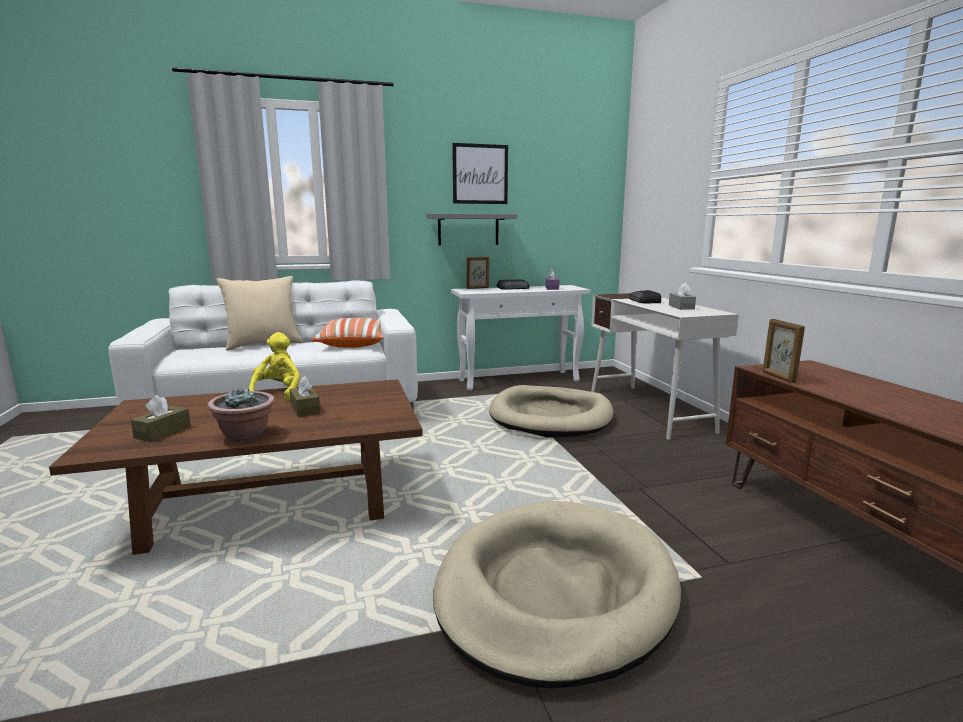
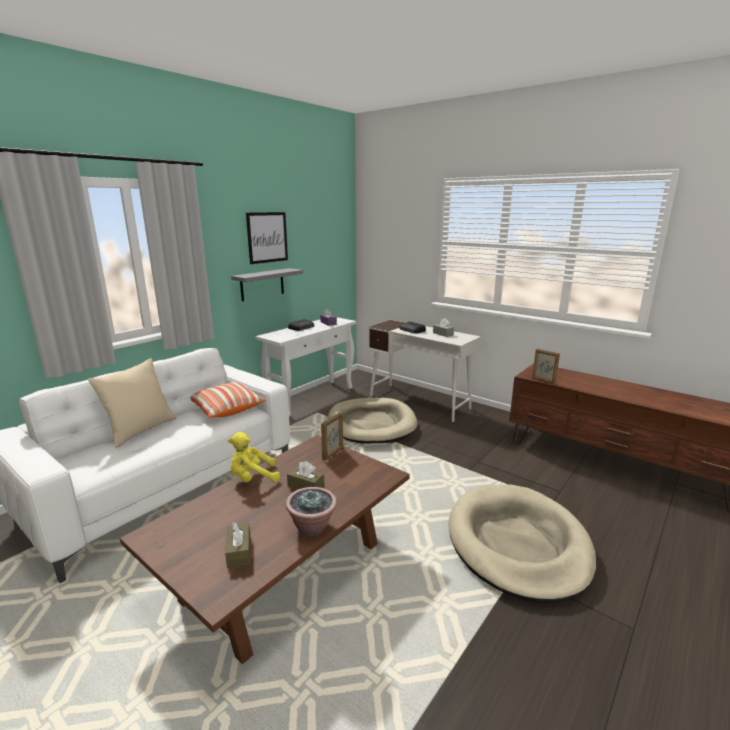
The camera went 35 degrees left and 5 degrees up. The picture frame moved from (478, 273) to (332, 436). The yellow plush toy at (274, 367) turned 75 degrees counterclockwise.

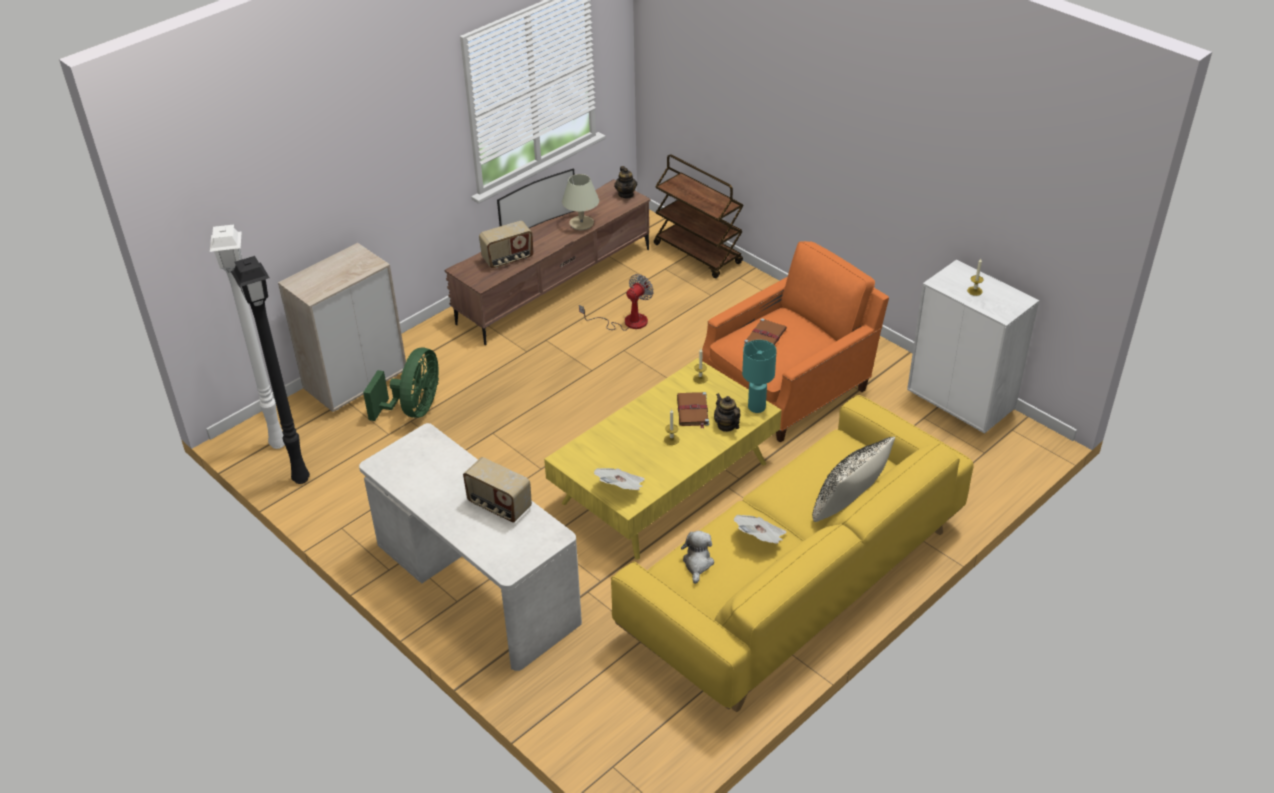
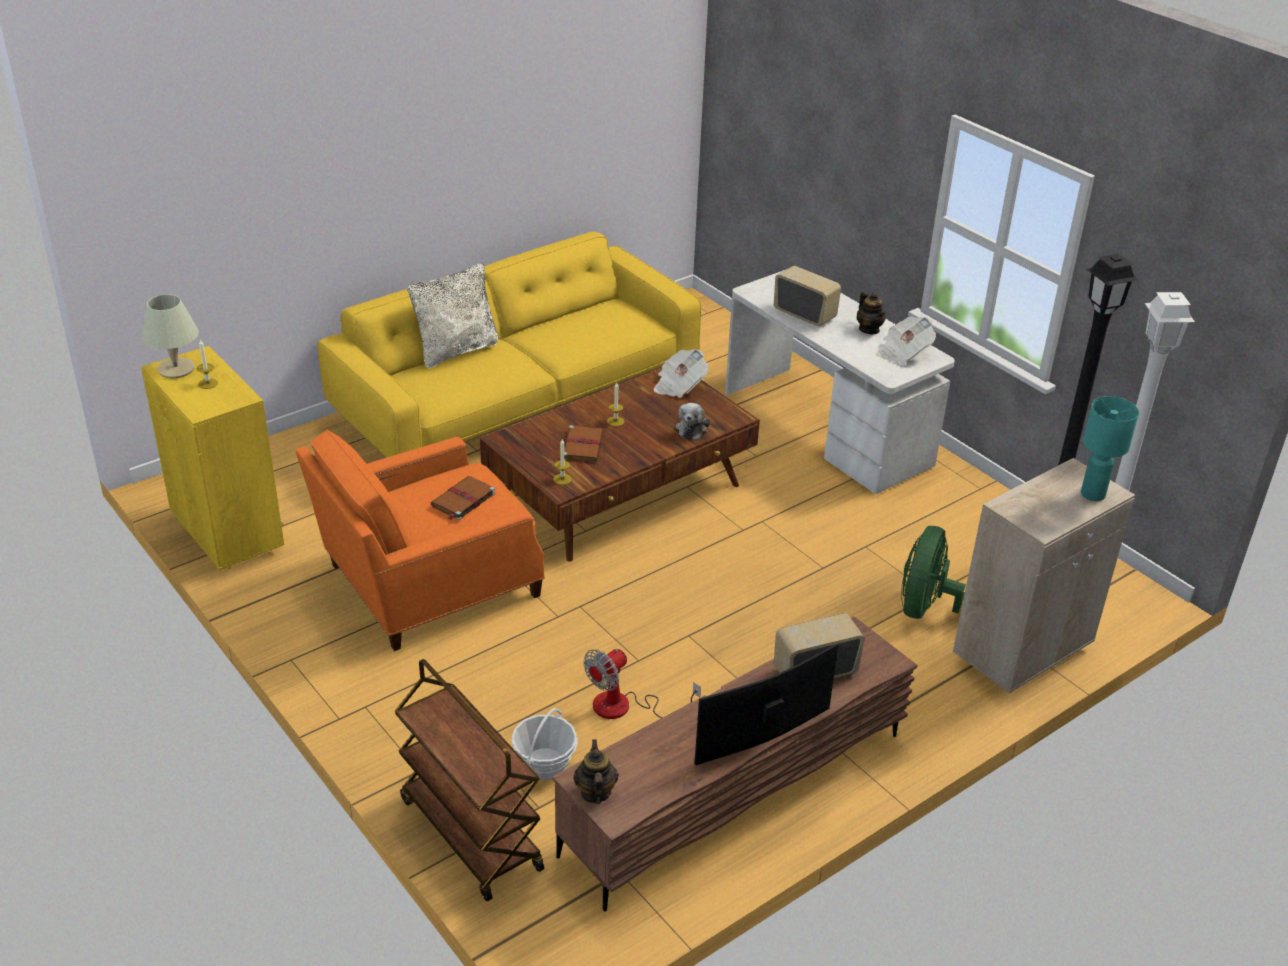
The camera went 175 degrees left and 5 degrees down. The beige table lamp moved from (580, 202) to (170, 336). The white cabinet at (973, 347) became the yellow cabinet at (212, 458). The turquoise table lamp moved from (759, 376) to (1110, 448). The yellow coffee table at (663, 459) became the brown coffee table at (620, 465). The teapot moved from (727, 412) to (871, 313). The newspaper moved from (760, 529) to (906, 340). The plush toy moved from (697, 557) to (693, 421). The basket at (544, 744) appeared.

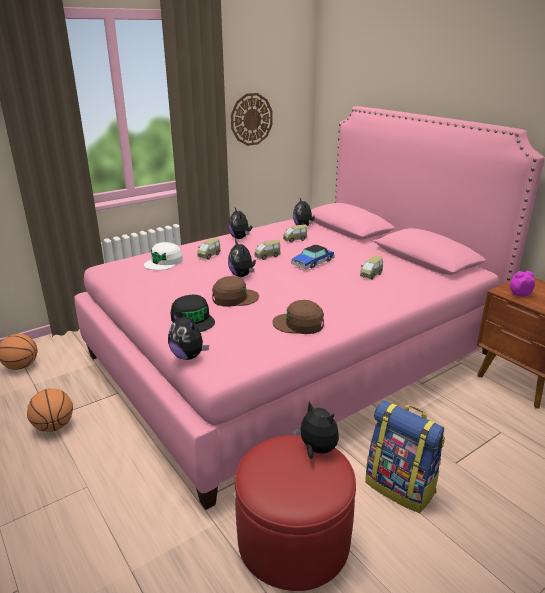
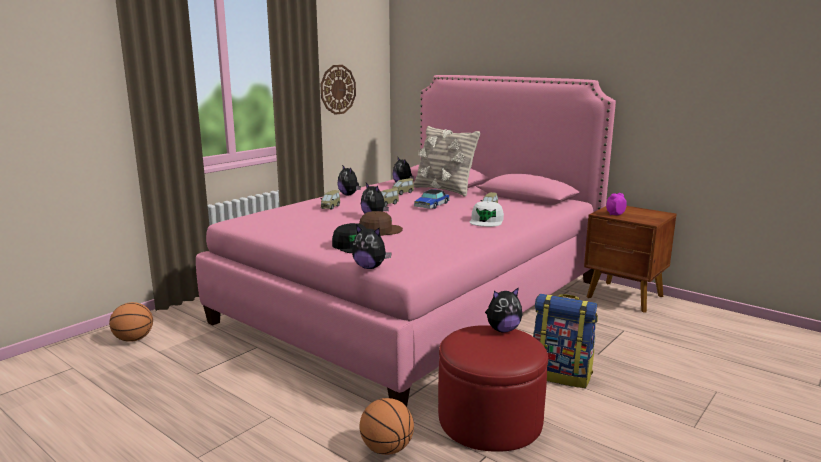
The camera went 15 degrees left and 10 degrees down. The white cap moved from (163, 256) to (487, 214). The brown cap at (298, 317) disappeared. The basketball moved from (50, 410) to (386, 426). The plush toy at (316, 430) turned 135 degrees clockwise. The beige pillow at (447, 161) appeared.

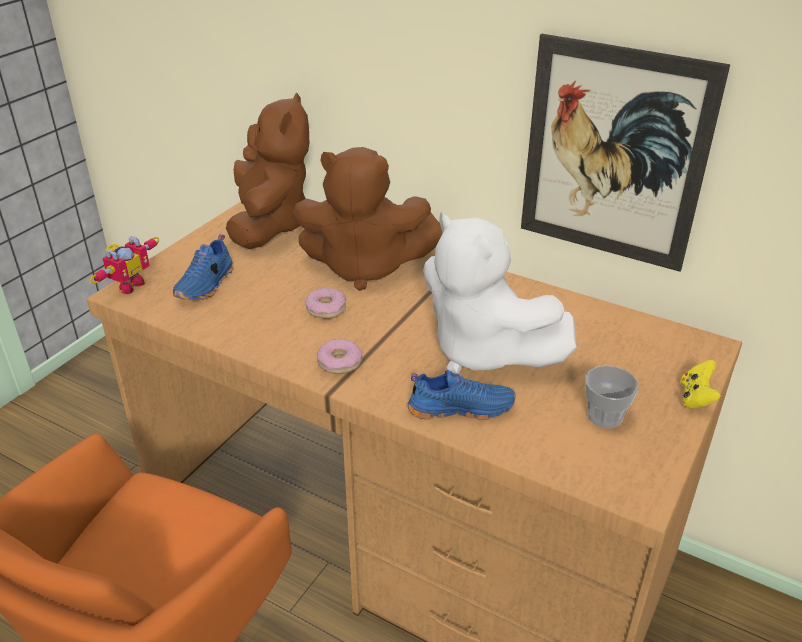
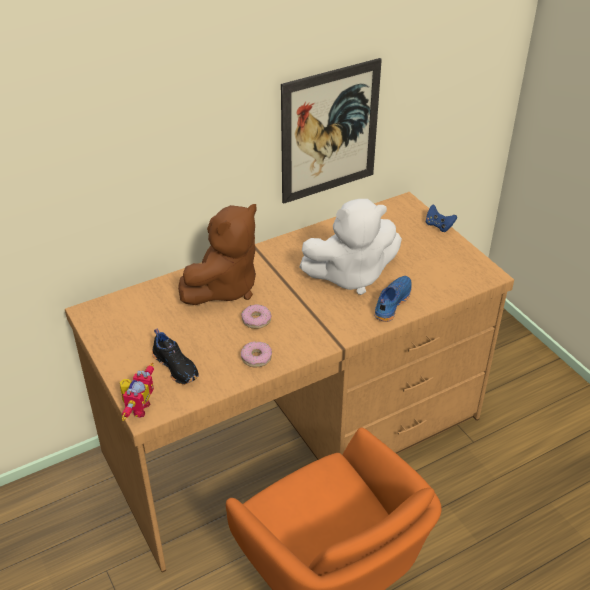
The camera went 60 degrees left and 5 degrees up. The brown plush toy at (267, 170) disappeared. The blue shoe at (203, 267) became the black shoe at (175, 356). The toy robot at (124, 265) turned 45 degrees clockwise. The donut moved from (340, 356) to (256, 355). The yellow game controller at (701, 384) became the blue game controller at (441, 218). The cup at (612, 397) disappeared.

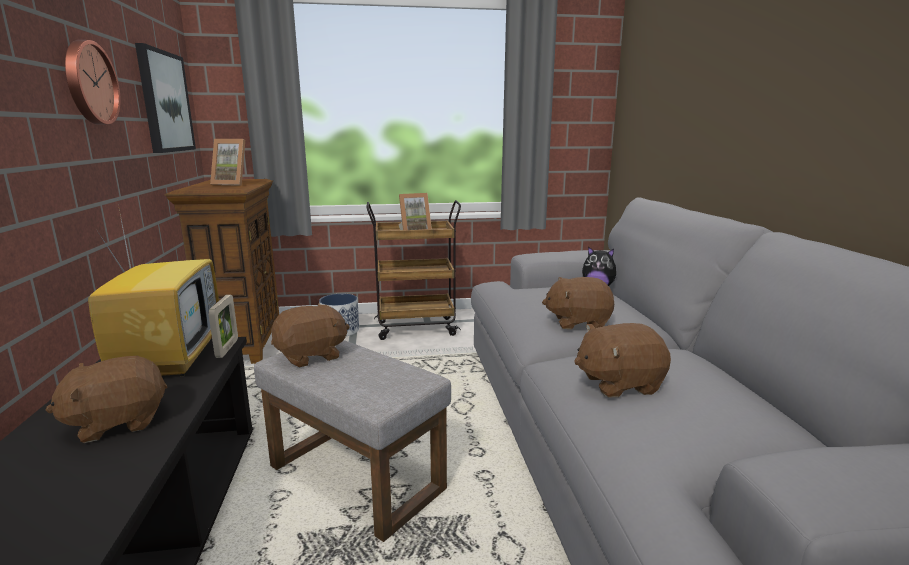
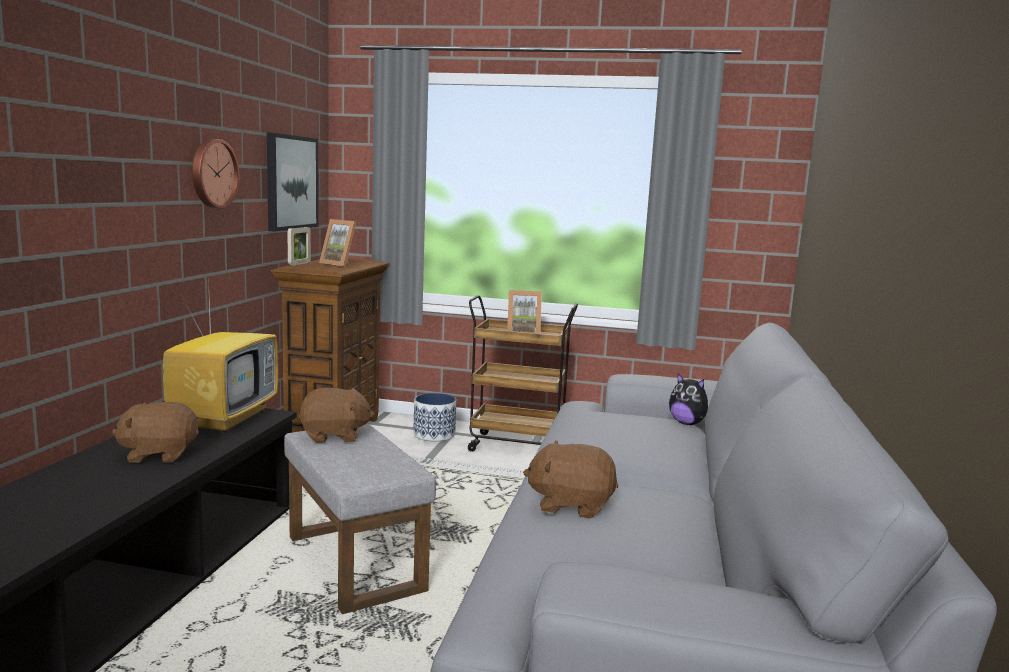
The camera went 20 degrees right and 5 degrees down. The brown plush toy at (578, 303) disappeared. The picture frame moved from (223, 326) to (299, 246).

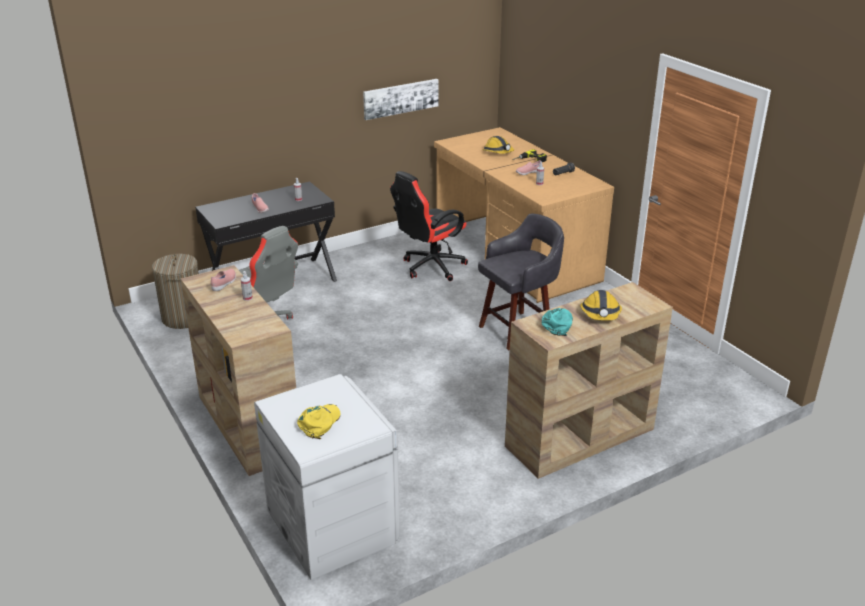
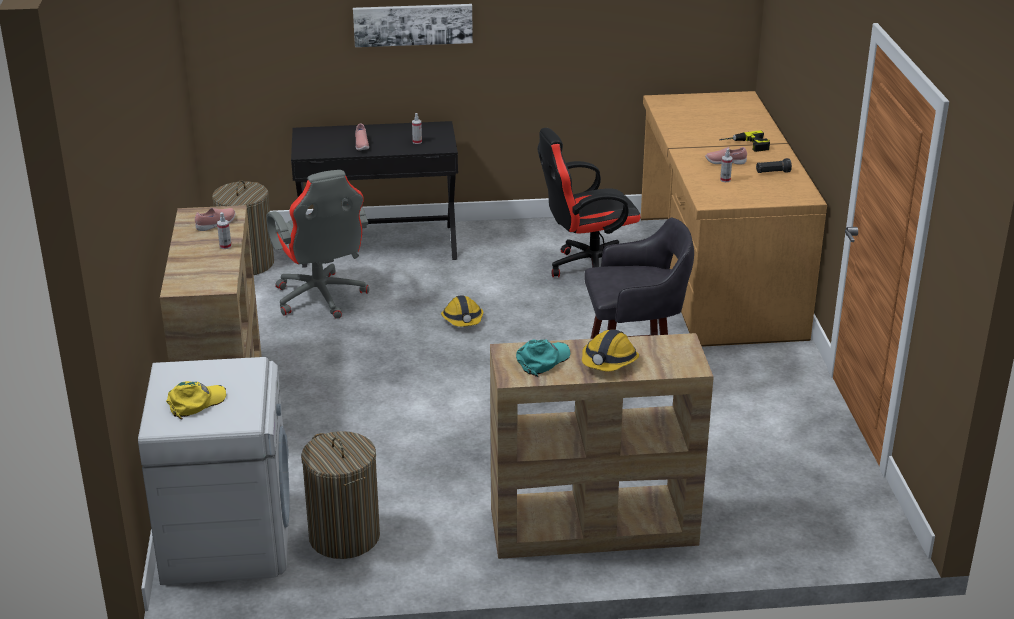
The camera went 25 degrees right and 0 degrees up. The picture moved from (401, 99) to (413, 25). The hard hat moved from (498, 145) to (462, 311). The laundry basket at (340, 495) appeared.

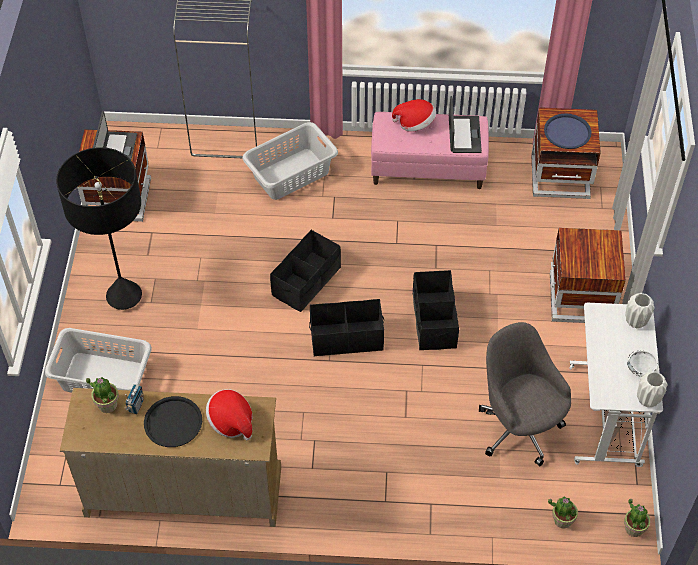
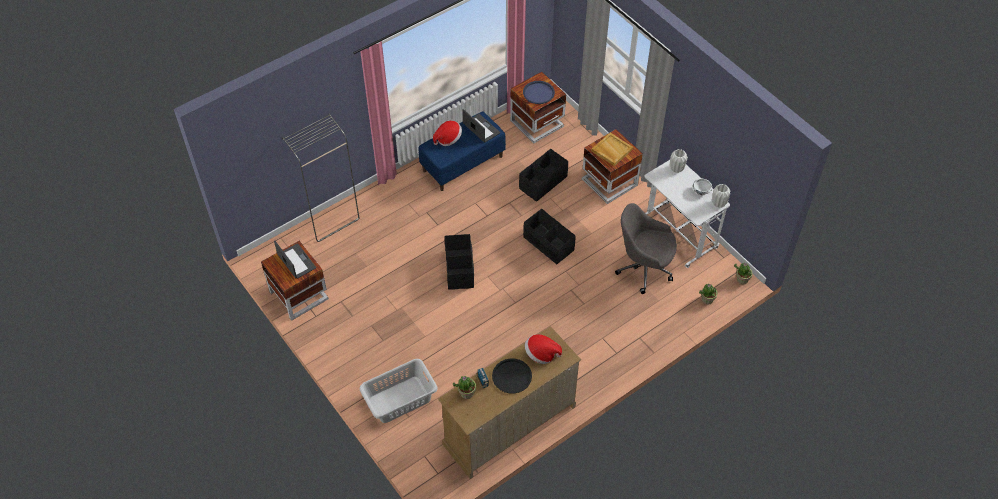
The camera went 40 degrees left and 0 degrees up. The pink bench at (430, 150) became the blue bench at (462, 151). The grey laundry basket at (290, 161) disappeared. The black floor lamp at (99, 228) disappeared. The black storage box moved from (346, 327) to (543, 175). The beige tray at (612, 149) appeared.

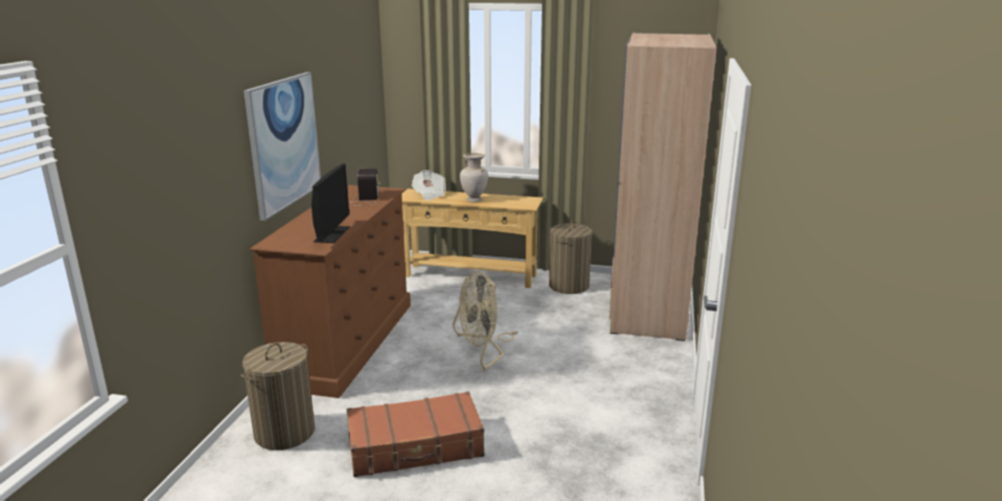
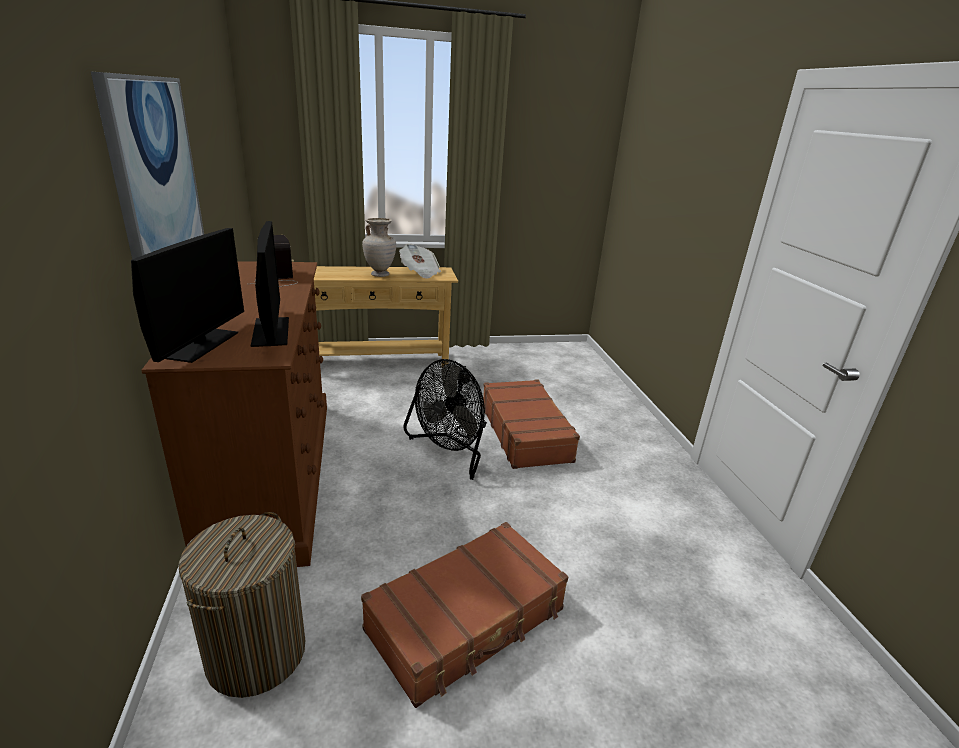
The camera went 25 degrees left and 5 degrees up. The beige wardrobe at (663, 187) disappeared. The newspaper moved from (428, 185) to (420, 261). The laundry basket at (570, 257) disappeared. The beige fan at (485, 321) became the black fan at (445, 419). The monitor at (187, 295) appeared. The brown suitcase at (531, 424) appeared.

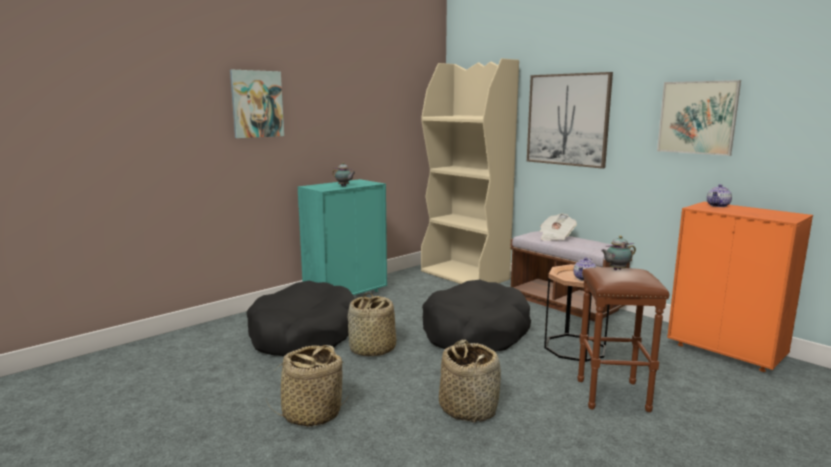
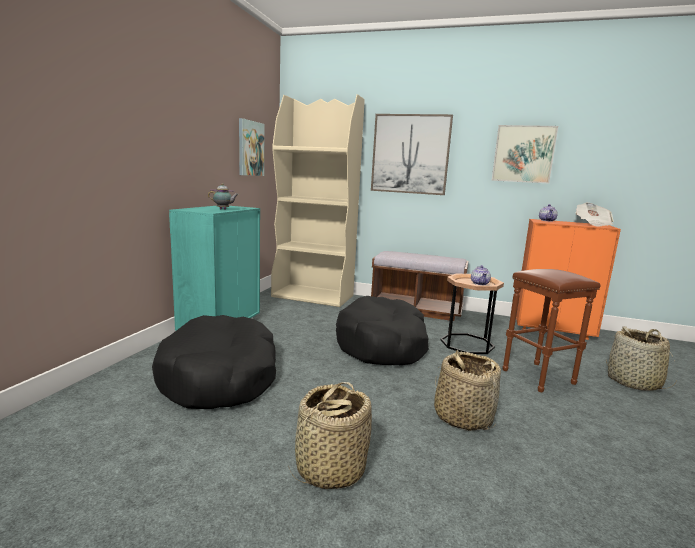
The camera went 30 degrees left and 0 degrees up. The picture moved from (257, 104) to (251, 147). The newspaper moved from (558, 227) to (595, 215). The teapot at (618, 253) disappeared. The basket moved from (371, 325) to (642, 358).

